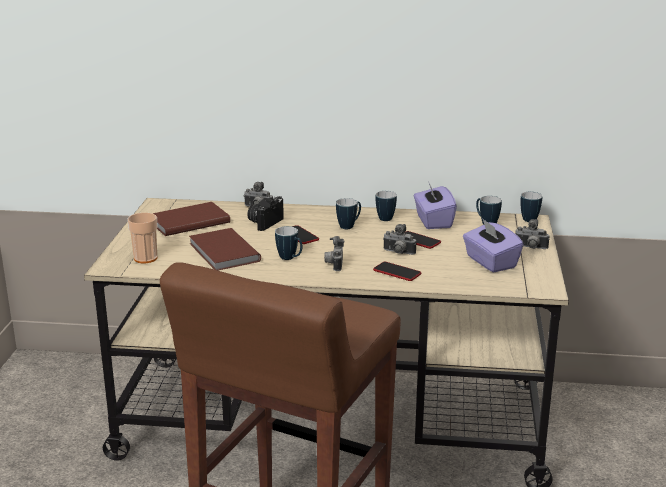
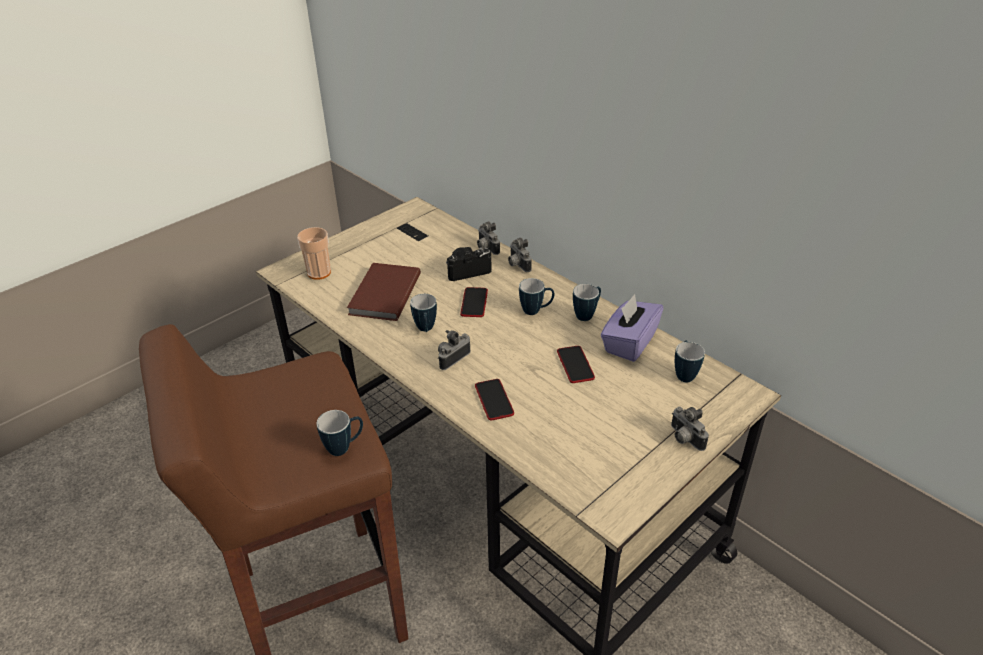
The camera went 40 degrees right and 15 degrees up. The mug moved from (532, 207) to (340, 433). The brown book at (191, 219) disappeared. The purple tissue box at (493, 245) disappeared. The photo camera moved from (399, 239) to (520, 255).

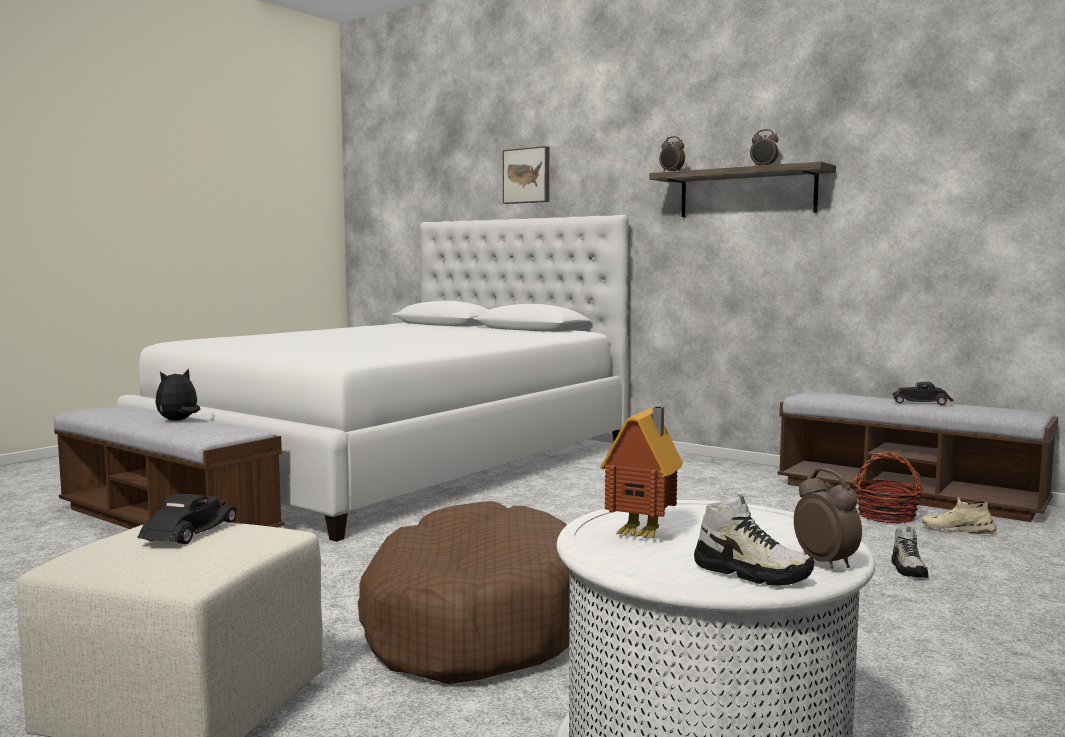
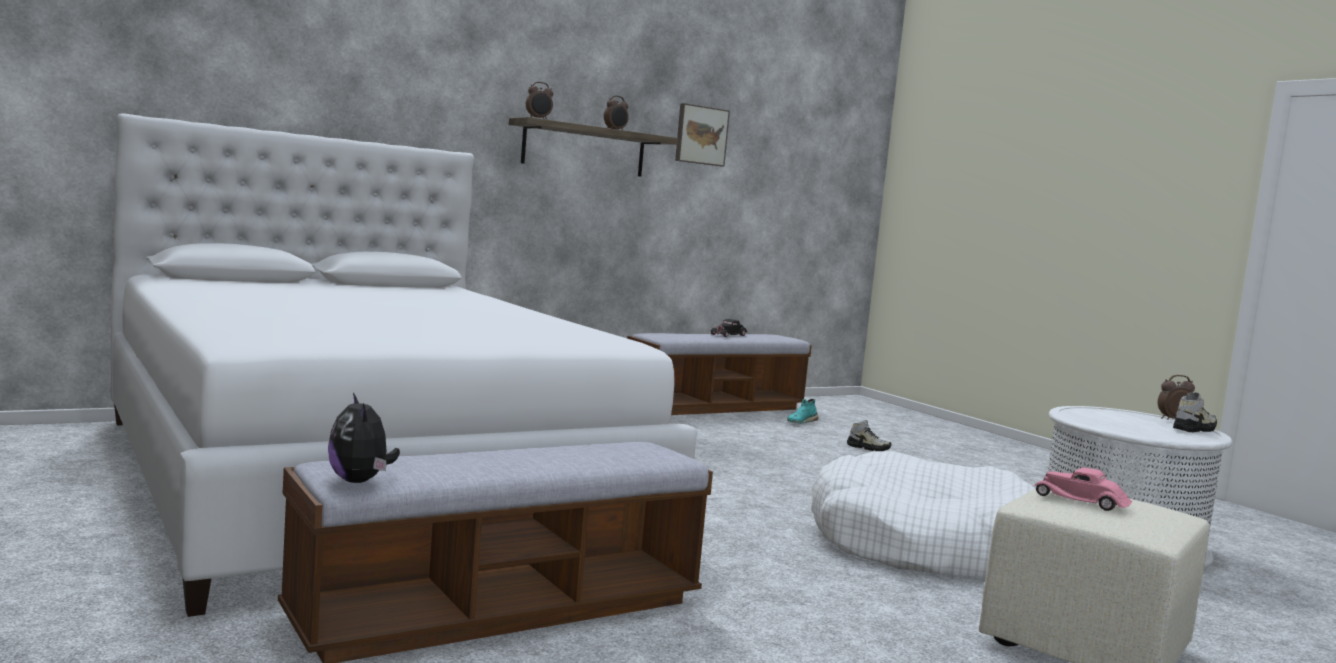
The camera went 70 degrees left and 0 degrees up. The picture moved from (526, 175) to (702, 134). The plush toy moved from (177, 395) to (364, 438). The toy house at (641, 472) disappeared. The basket at (888, 487) disappeared. The black toy car at (187, 519) became the pink toy car at (1083, 489). The beige shoe at (959, 515) became the turquoise shoe at (802, 411). The brown dog bed at (464, 592) became the white dog bed at (923, 514).

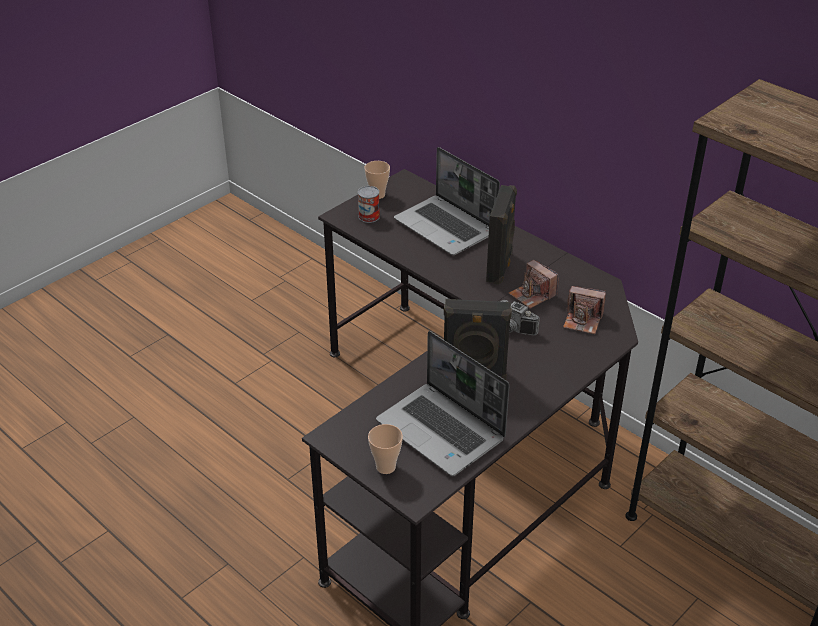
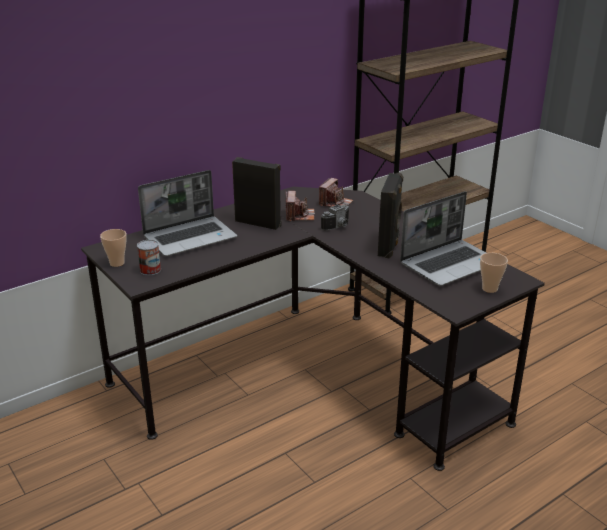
The camera went 80 degrees left and 10 degrees down. The photo camera at (534, 284) turned 60 degrees counterclockwise.

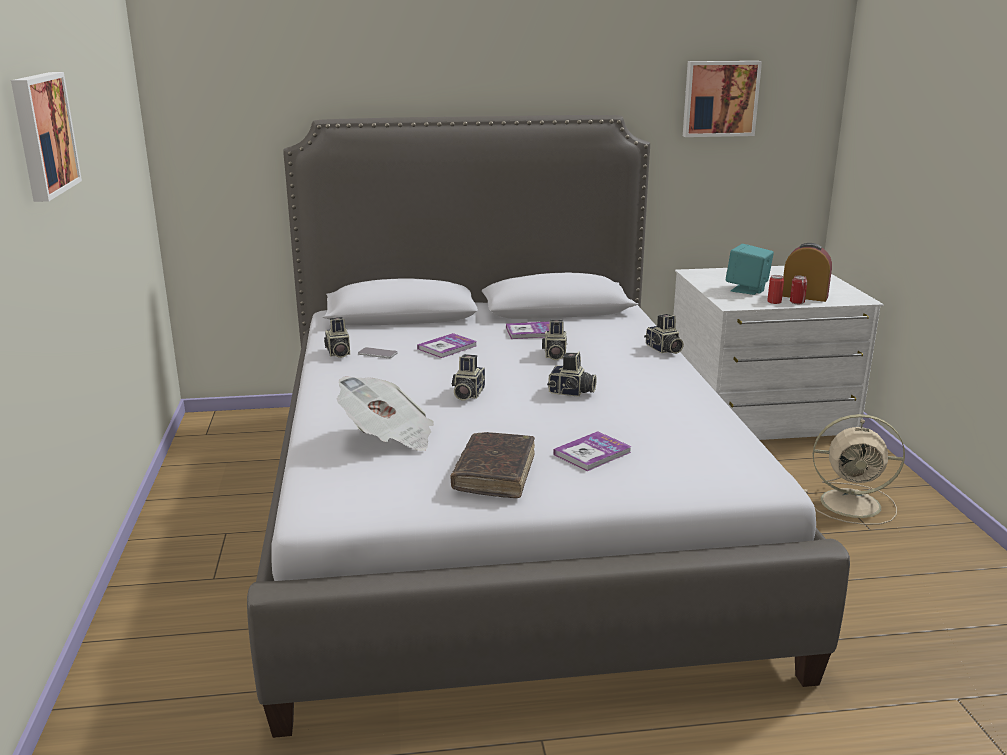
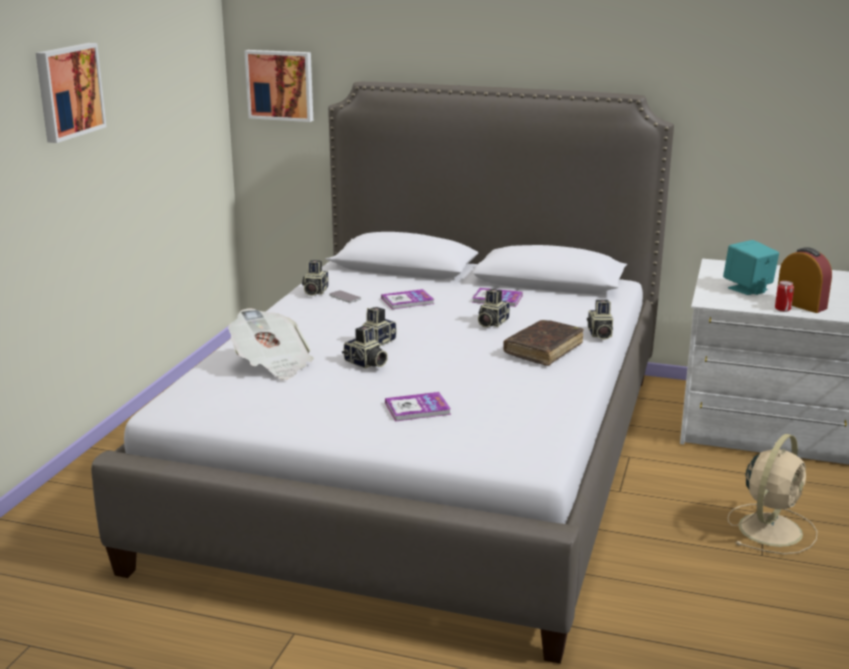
The camera went 25 degrees right and 0 degrees up. The picture moved from (722, 99) to (279, 86). The can at (775, 289) disappeared. The photo camera moved from (572, 374) to (365, 347). The beige fan at (854, 469) turned 90 degrees counterclockwise. The brown book moved from (493, 465) to (543, 343).

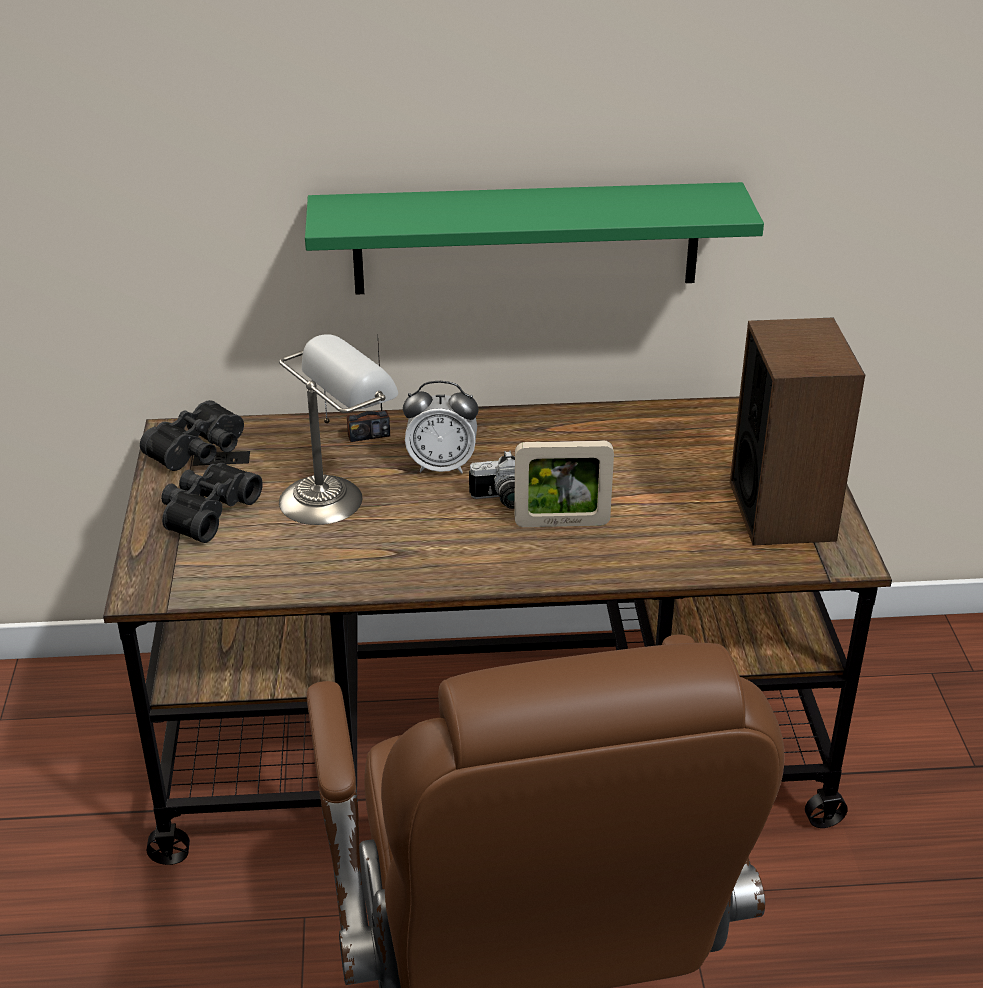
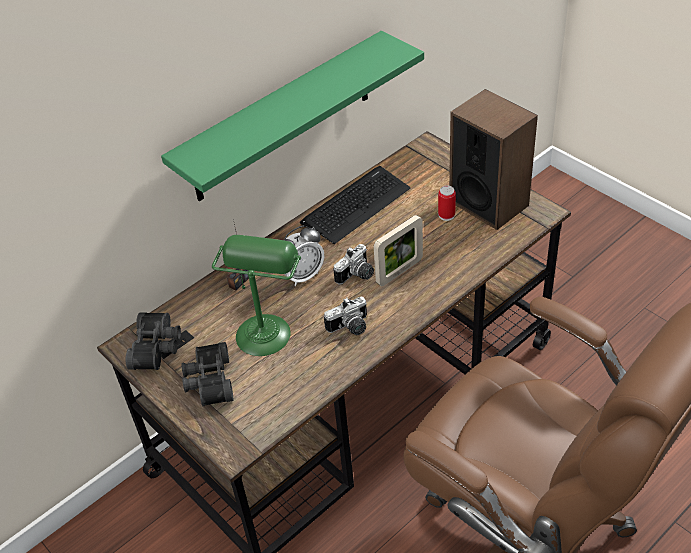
The camera went 35 degrees left and 10 degrees up. The white table lamp at (338, 429) became the green table lamp at (256, 295). The keyboard at (355, 205) appeared. The can at (447, 203) appeared. The photo camera at (345, 315) appeared.

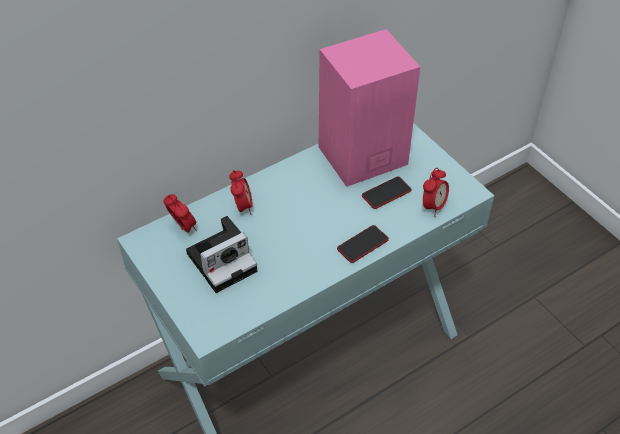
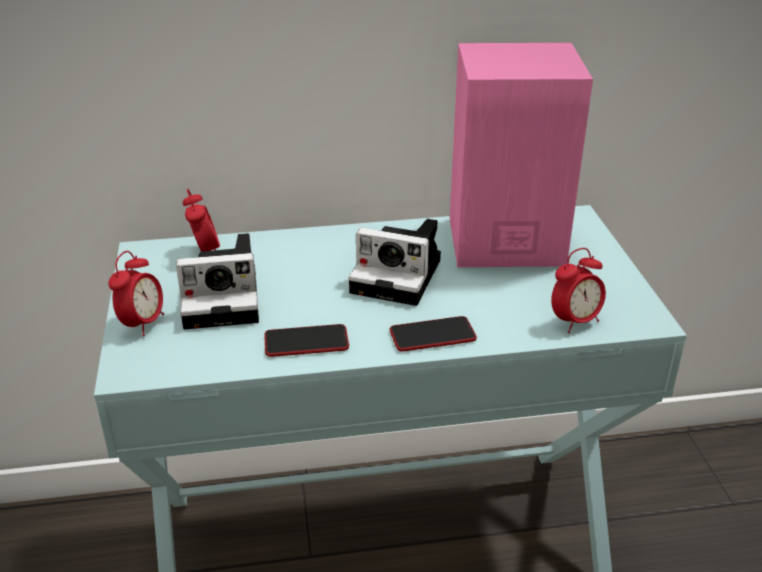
The camera went 25 degrees right and 15 degrees down. The alarm clock moved from (241, 192) to (136, 293). The phone moved from (387, 193) to (306, 340). The photo camera at (394, 262) appeared.

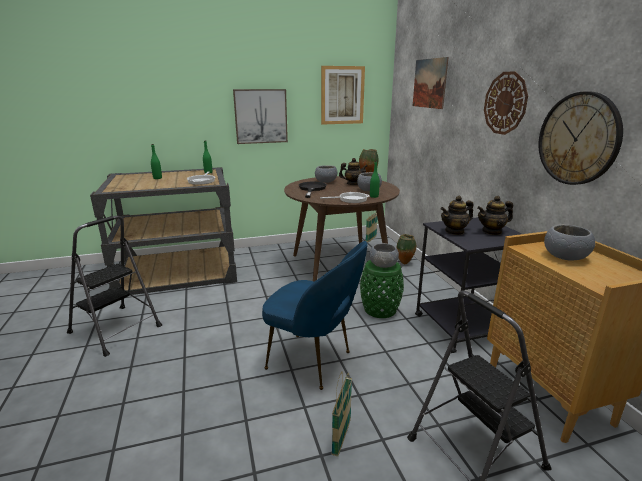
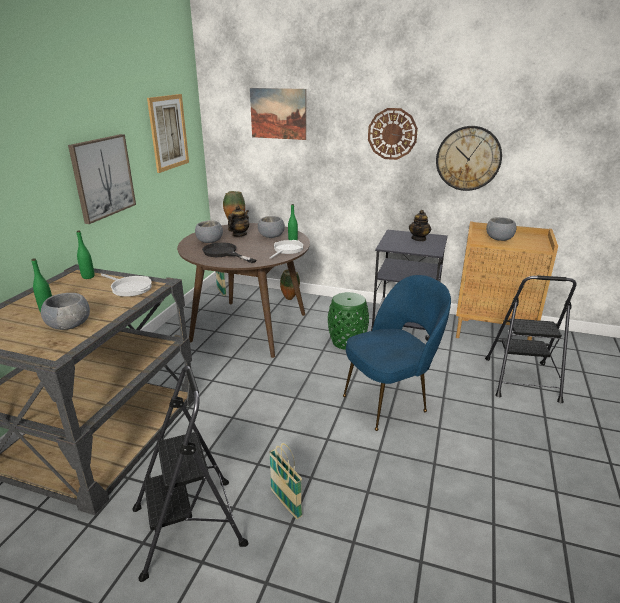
The camera went 55 degrees left and 5 degrees up. The teapot at (457, 215) disappeared. The grey bowl moved from (384, 255) to (65, 311). The basket moved from (342, 414) to (285, 481).

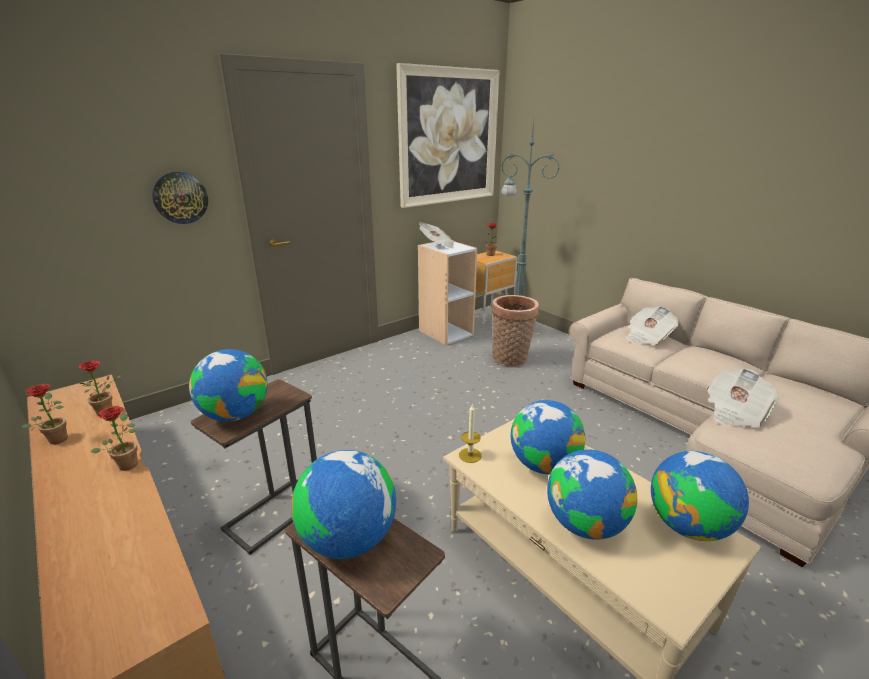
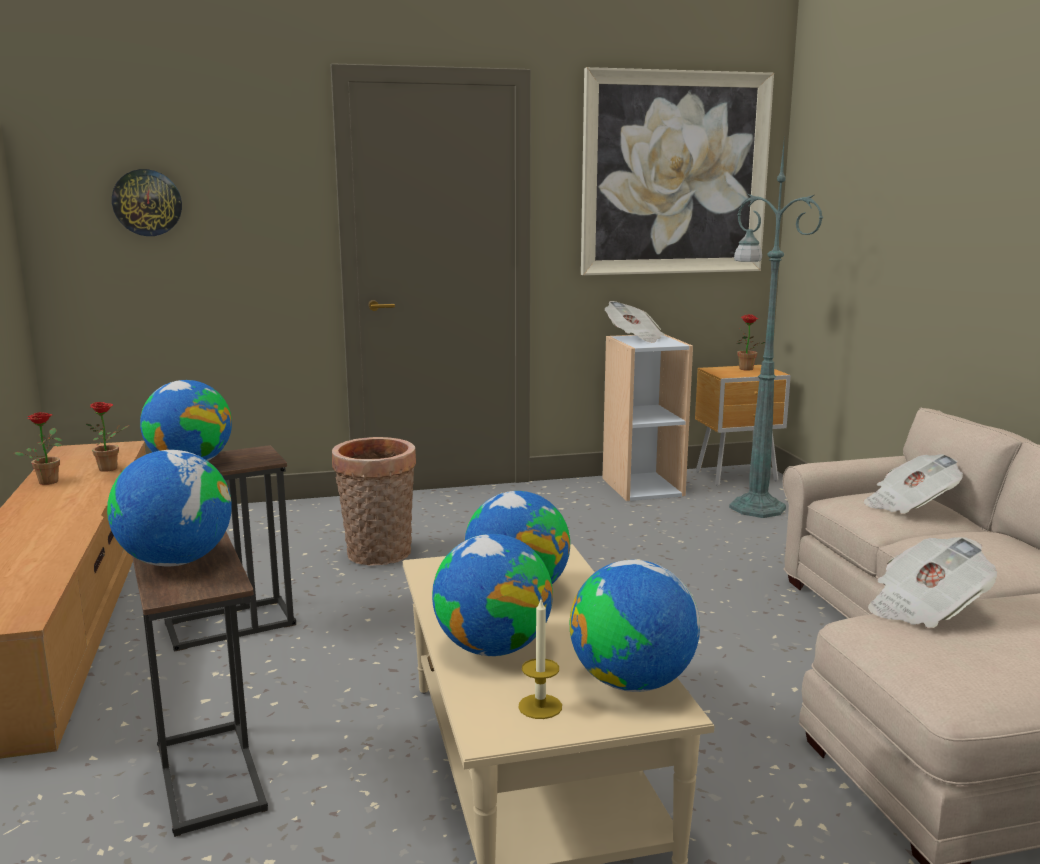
The camera went 25 degrees right and 10 degrees down. The wall clock moved from (180, 198) to (147, 202). The basket moved from (515, 330) to (374, 501). The candle moved from (470, 434) to (540, 659). The potted plant at (114, 438) disappeared.

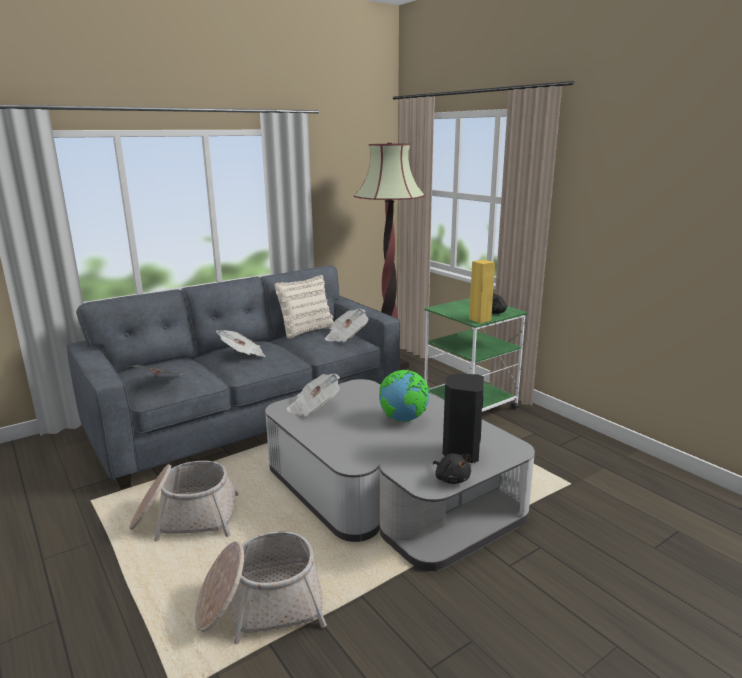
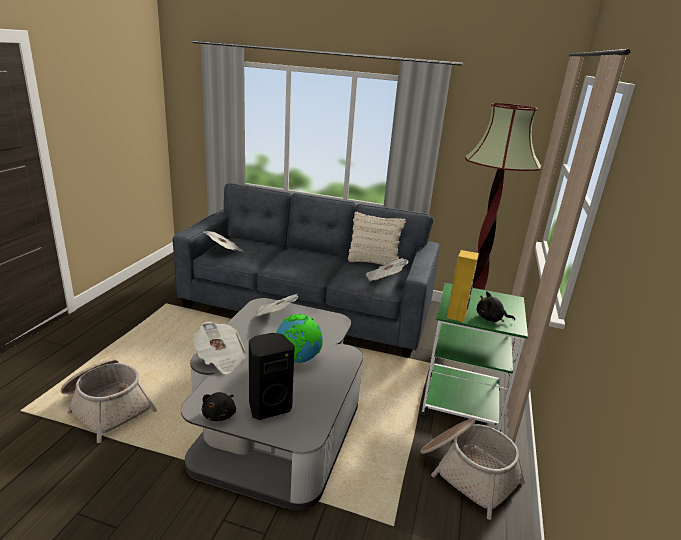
The camera went 50 degrees right and 5 degrees up. The newspaper moved from (241, 343) to (220, 347). The basket moved from (184, 501) to (472, 469).

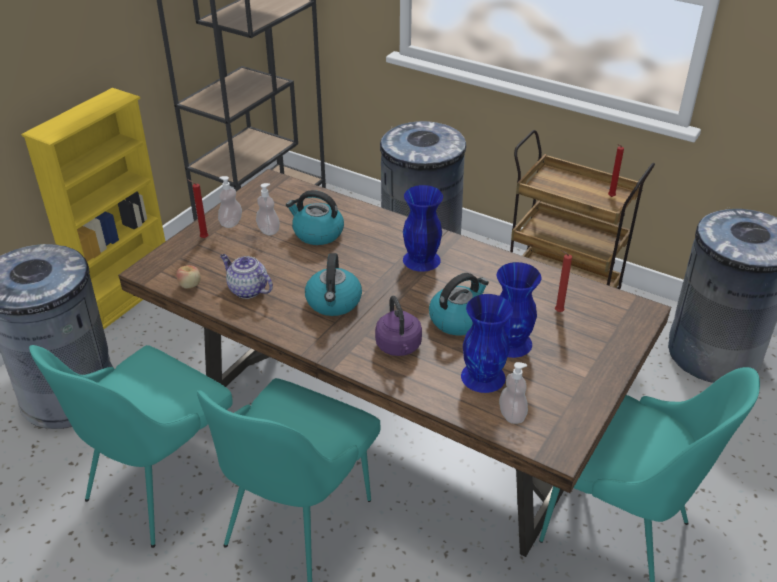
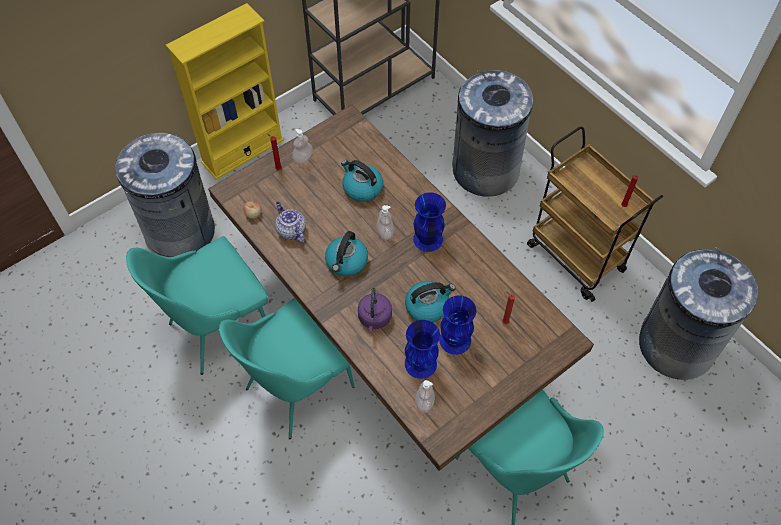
The camera went 20 degrees right and 20 degrees up. The soap dispenser moved from (268, 209) to (385, 222).

